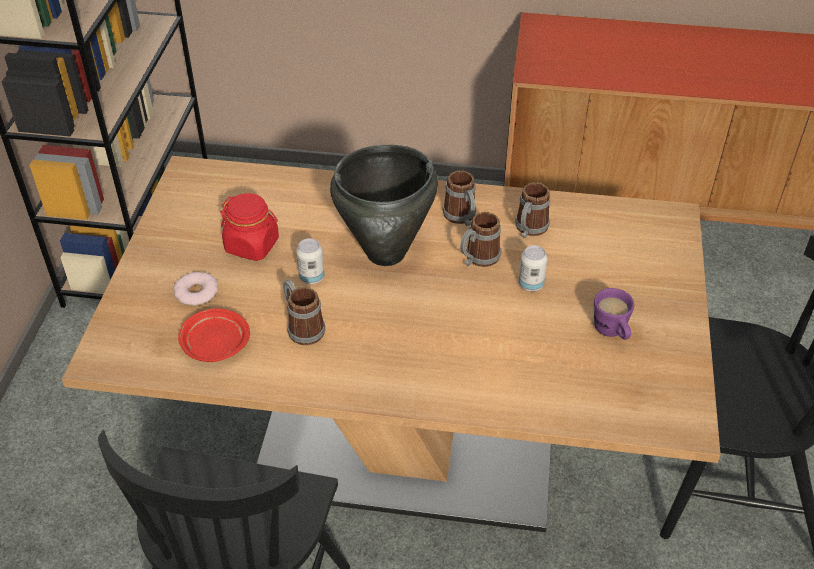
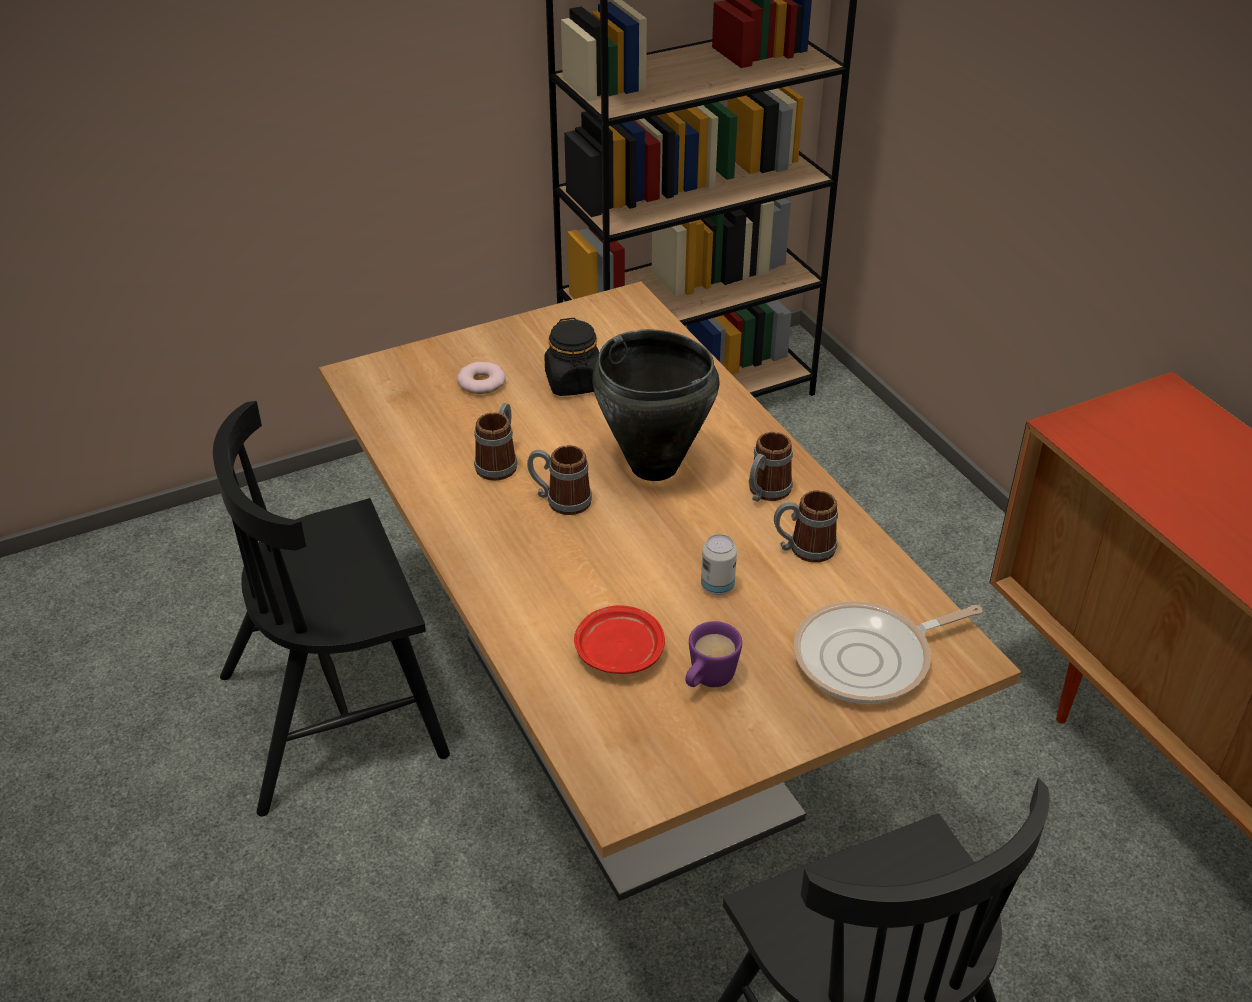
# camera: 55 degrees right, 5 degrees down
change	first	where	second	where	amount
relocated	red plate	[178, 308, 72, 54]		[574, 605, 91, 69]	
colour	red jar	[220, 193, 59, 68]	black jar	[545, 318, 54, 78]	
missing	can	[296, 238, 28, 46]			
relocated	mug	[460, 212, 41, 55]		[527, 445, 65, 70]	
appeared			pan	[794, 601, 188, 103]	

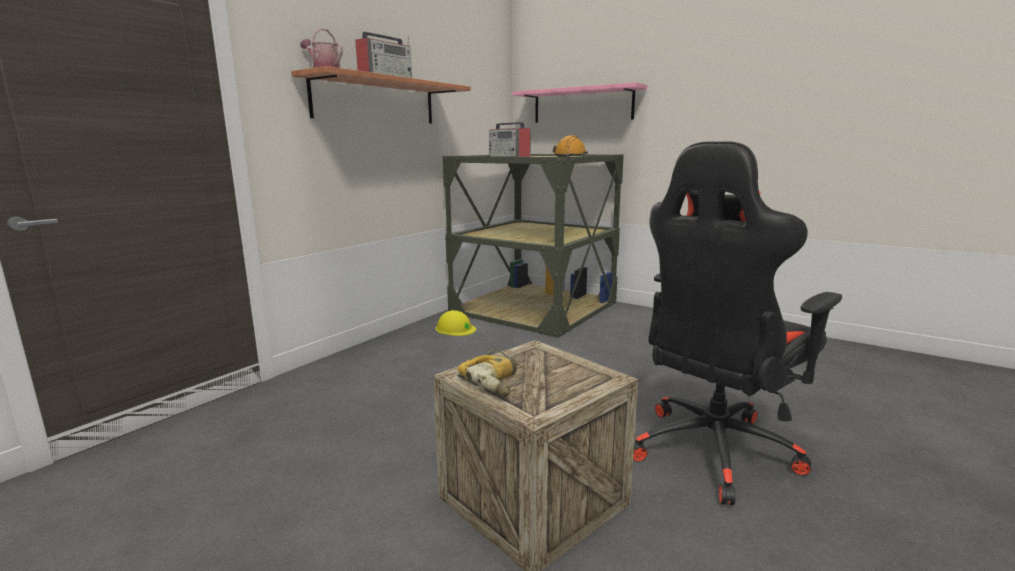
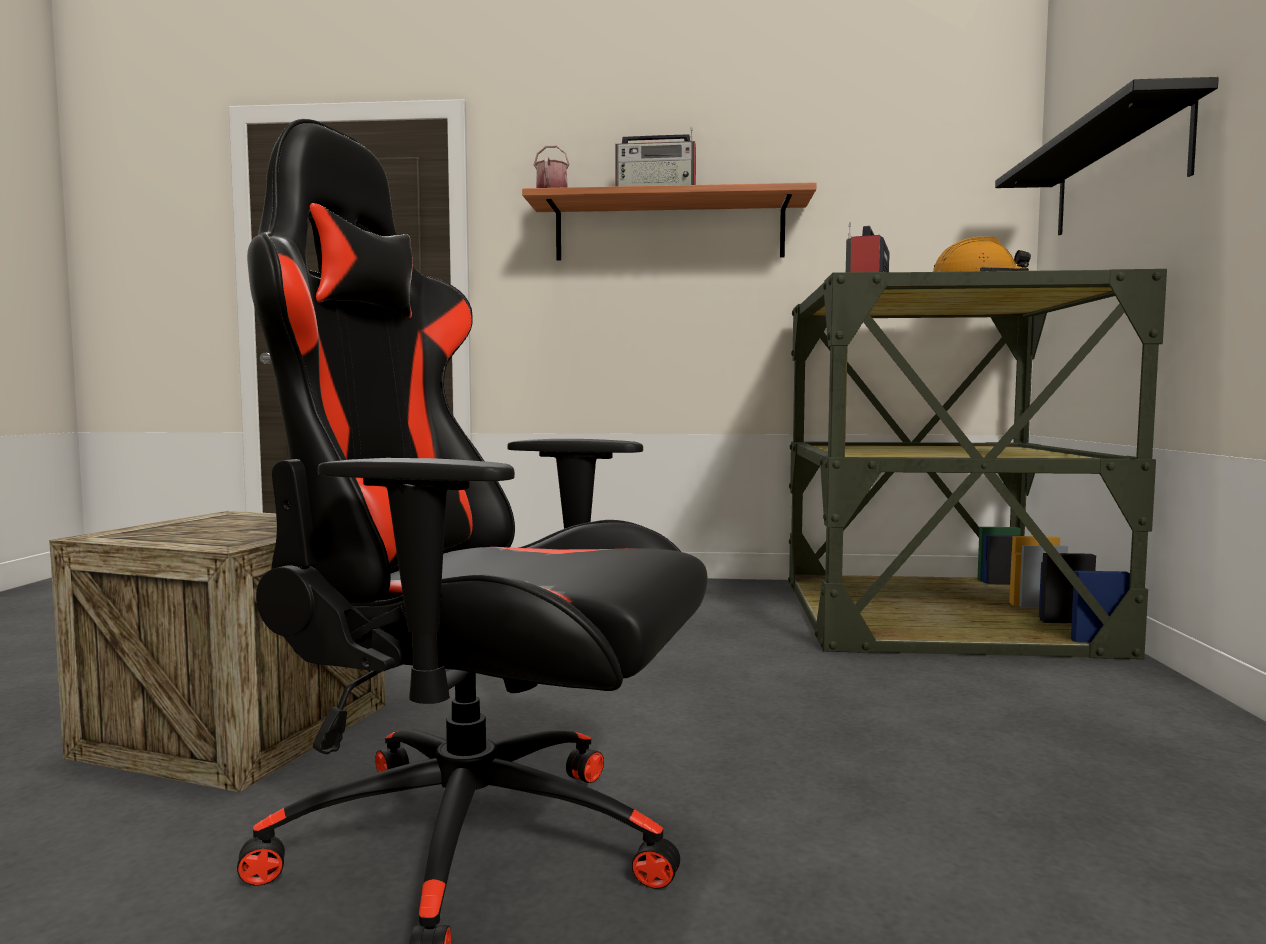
# camera: 60 degrees right, 10 degrees down
change	first	where	second	where	amount
missing	yellow-coloured hard hat	[435, 310, 41, 26]			
missing	electric drill	[457, 348, 74, 49]			
colour	pink shelf	[512, 82, 135, 41]	black shelf	[995, 77, 224, 158]	

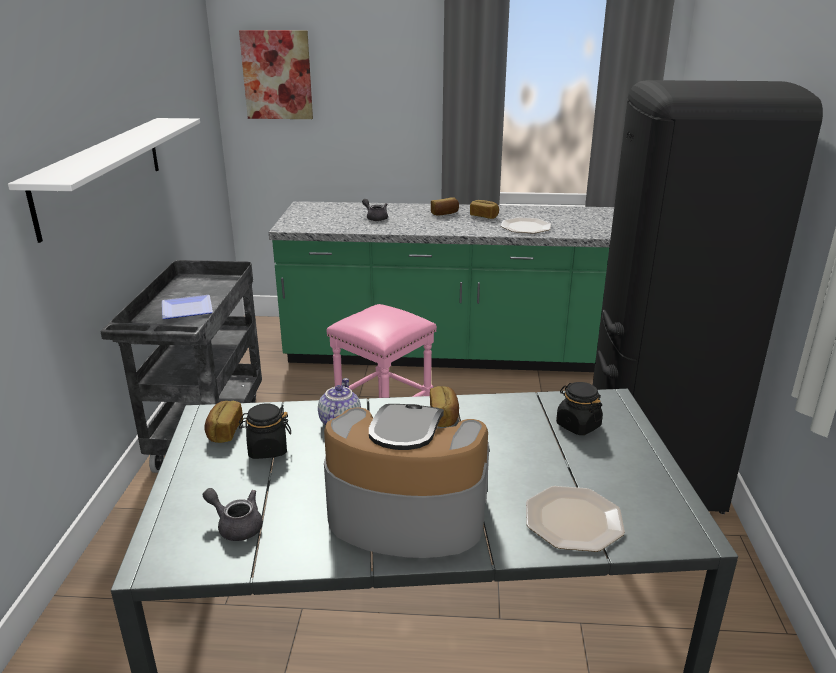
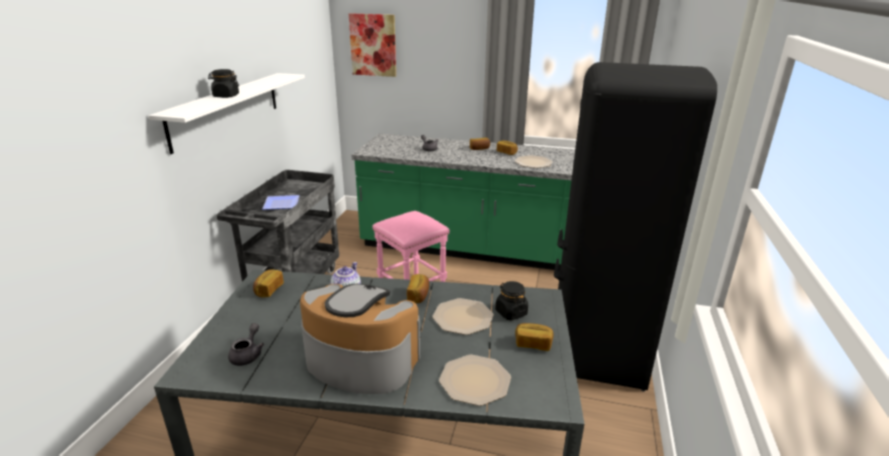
# camera: 10 degrees right, 0 degrees up
change	first	where	second	where	amount
spun	grey pot for tea	[203, 488, 60, 53]		[228, 323, 36, 43]	60 degrees clockwise
relocated	black jar	[239, 403, 52, 56]		[208, 69, 31, 29]	
appeared			plate	[432, 298, 62, 37]	
appeared			baked bread	[515, 323, 39, 28]	

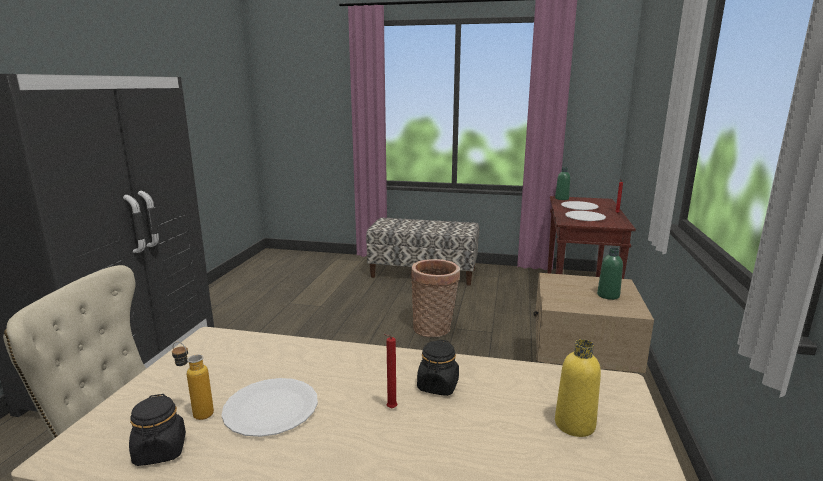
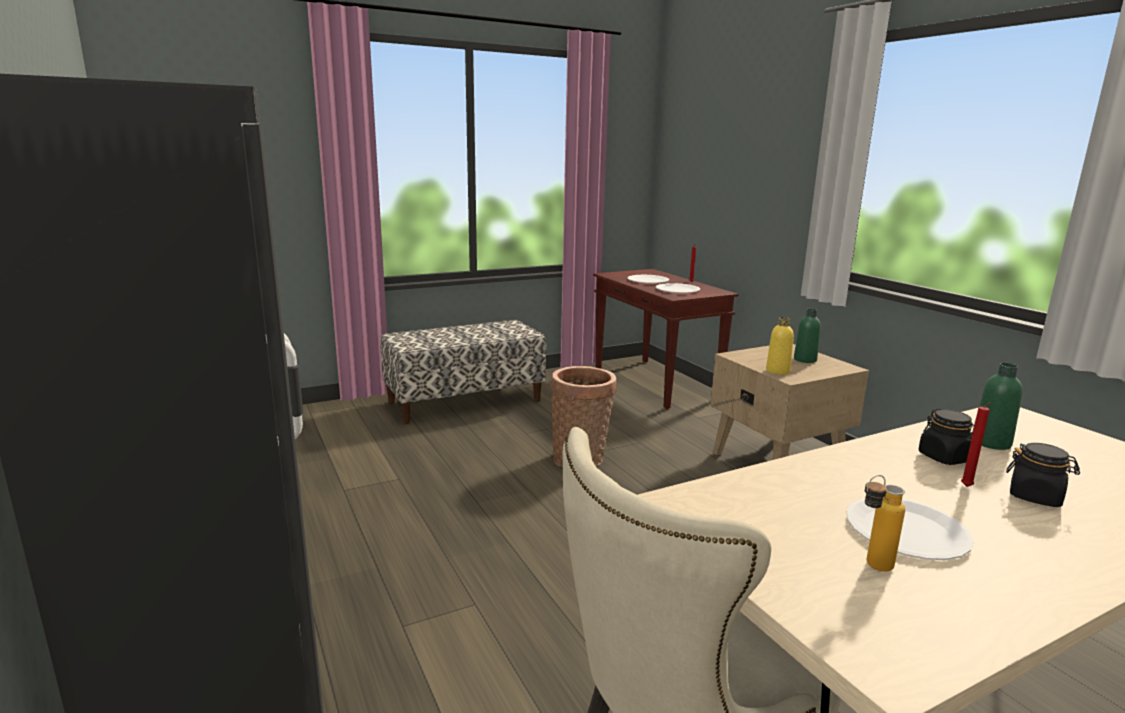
# camera: 40 degrees left, 0 degrees up
change	first	where	second	where	amount
relocated	black jar	[129, 394, 57, 72]		[1006, 443, 74, 64]	
relocated	green drink bottle	[555, 167, 15, 33]		[971, 363, 52, 87]	
relocated	yellow-coloured drink bottle	[555, 339, 46, 98]		[766, 317, 28, 58]	

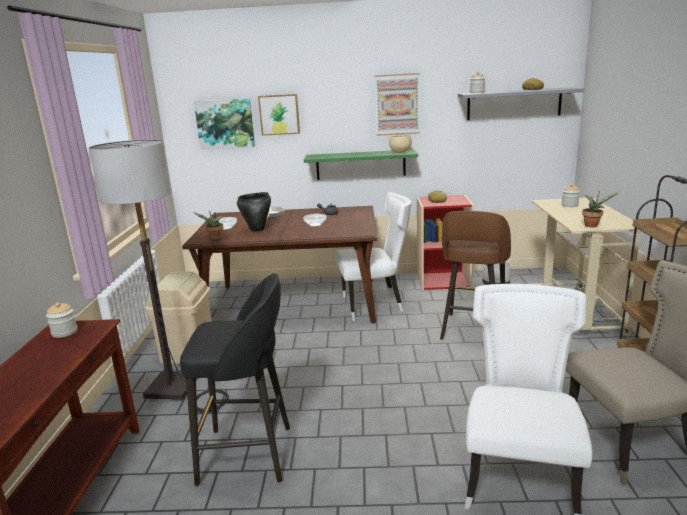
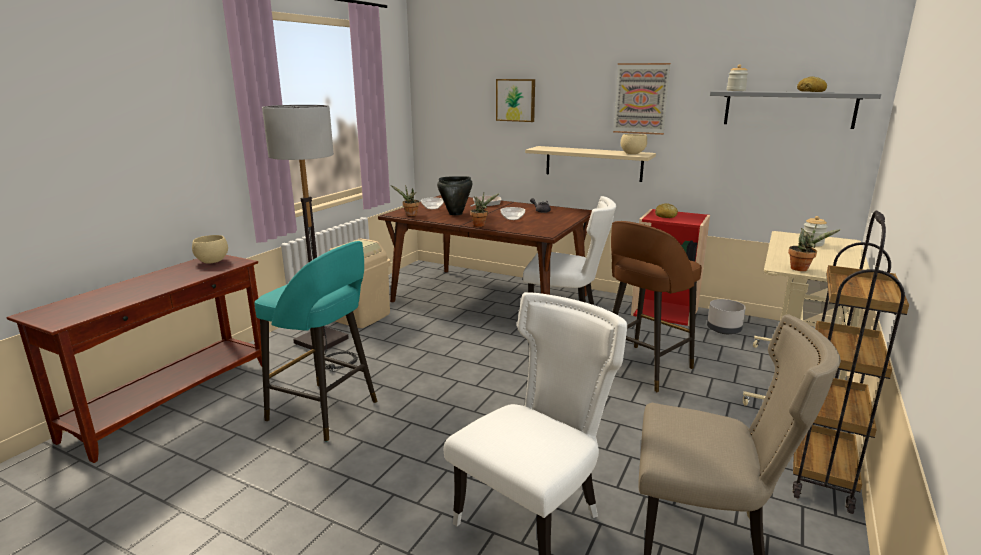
# camera: 25 degrees right, 0 degrees up
change	first	where	second	where	amount
exchanged	jar	[46, 302, 31, 36]	sand-coloured deep dish	[192, 235, 36, 29]	
colour	black stool	[180, 273, 110, 213]	blue-green stool	[255, 241, 122, 201]	
missing	wall art	[194, 98, 61, 52]			
colour	green shelf	[304, 149, 114, 31]	sand-coloured shelf	[525, 146, 131, 36]	
appeared			plant in a pot	[470, 193, 30, 34]	

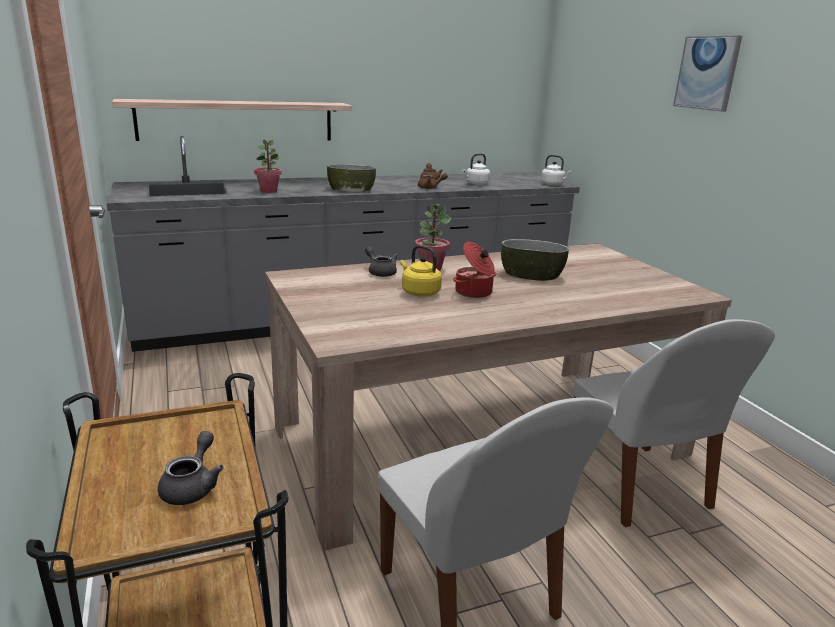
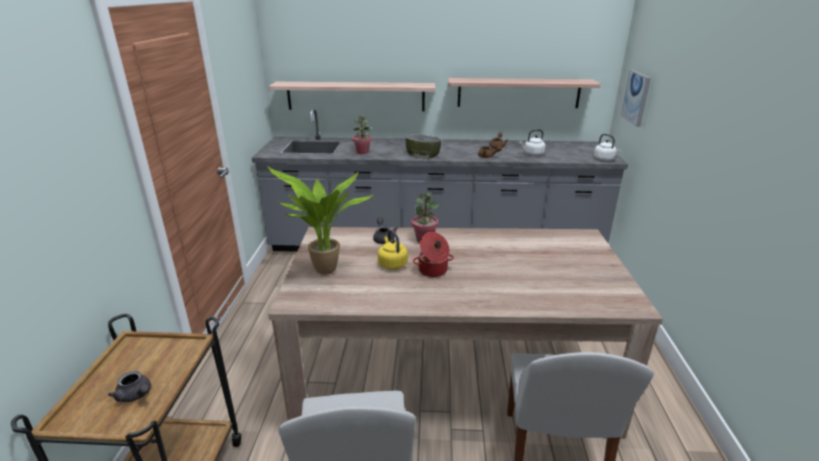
# camera: 25 degrees right, 5 degrees up
change	first	where	second	where	amount
spun	grey pot for tea	[158, 431, 66, 74]		[108, 371, 43, 31]	90 degrees clockwise
missing	deep dish	[501, 239, 68, 42]			
relocated	wall art	[673, 35, 69, 77]		[621, 70, 30, 57]	
appeared			plant in a pot	[267, 166, 107, 109]	
appeared			shelf	[448, 78, 153, 30]	

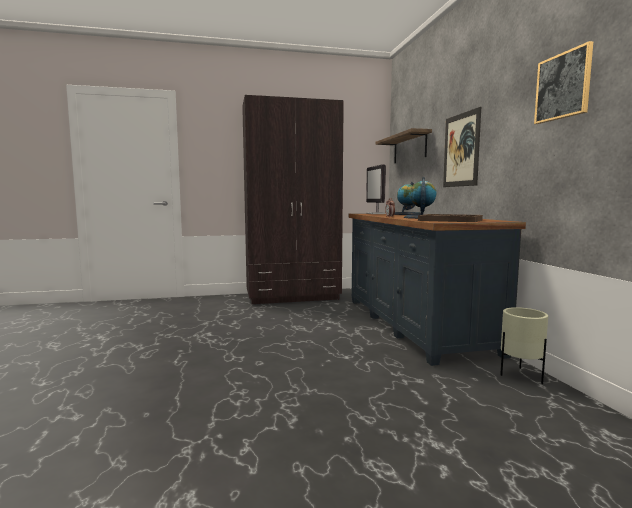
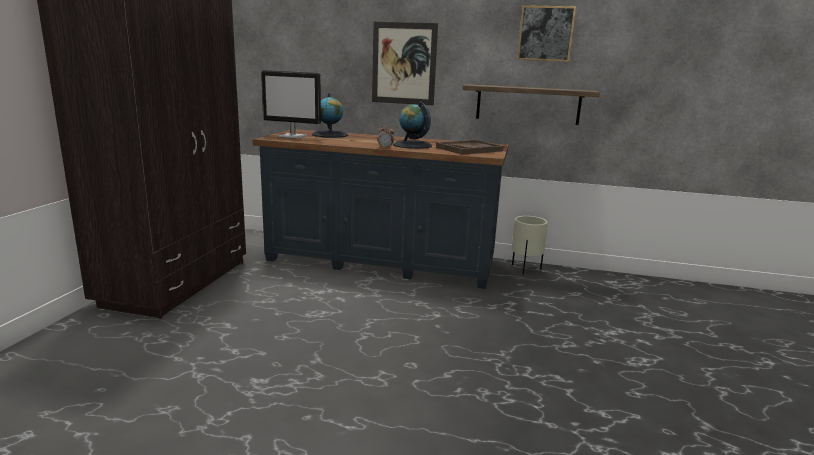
# camera: 65 degrees left, 10 degrees up
change	first	where	second	where	amount
relocated	shelf	[375, 128, 57, 35]		[463, 84, 137, 41]	

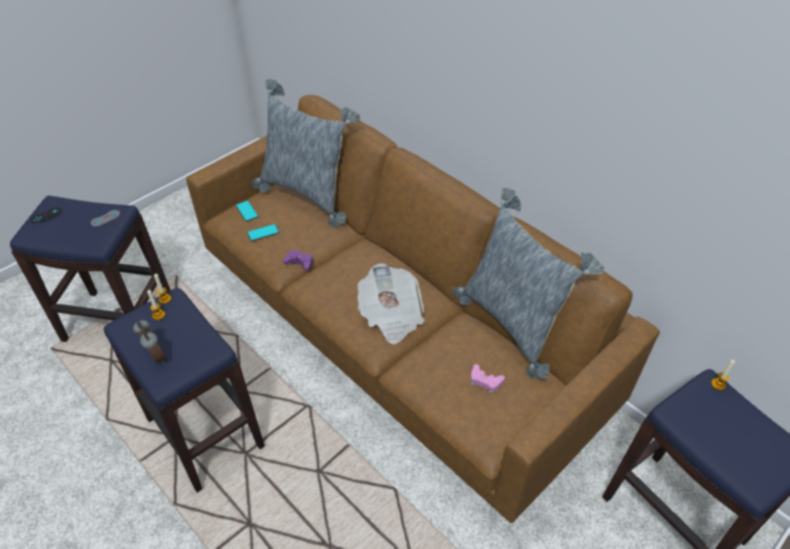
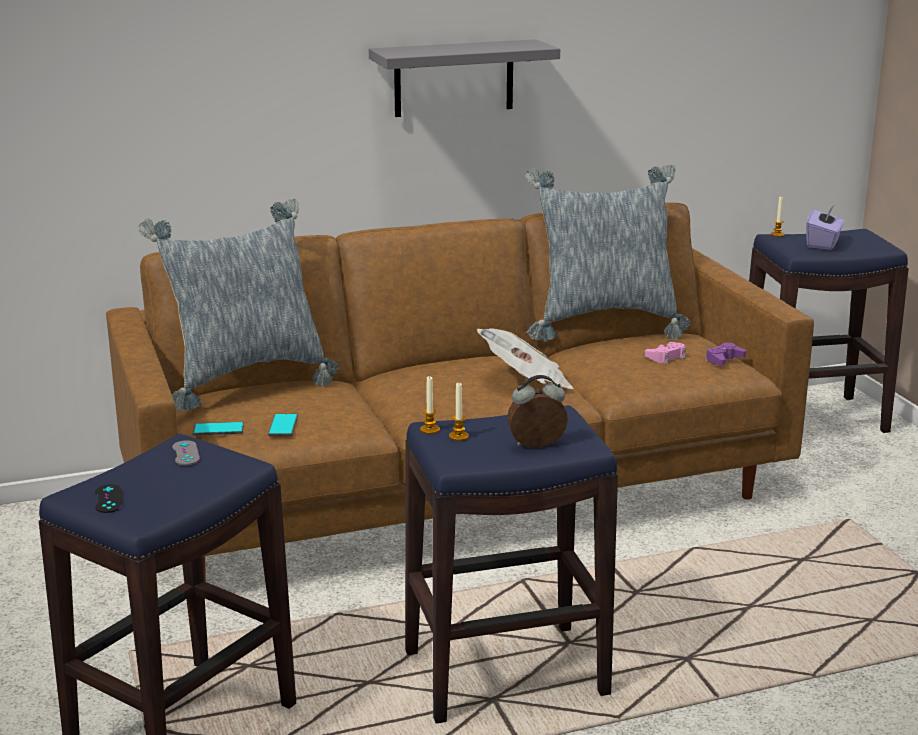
# camera: 65 degrees left, 25 degrees down
change	first	where	second	where	amount
relocated	purple game controller	[283, 250, 30, 21]		[706, 343, 40, 23]	
appeared			grey shelf	[369, 39, 191, 78]	
appeared			purple tissue holder	[806, 204, 38, 46]	

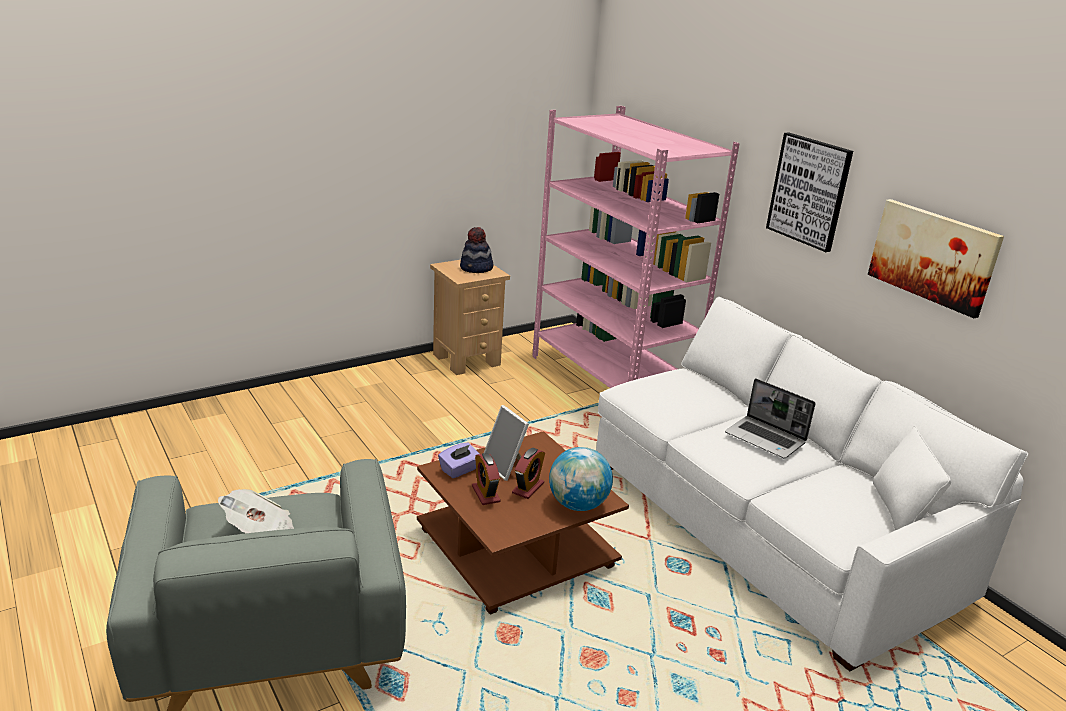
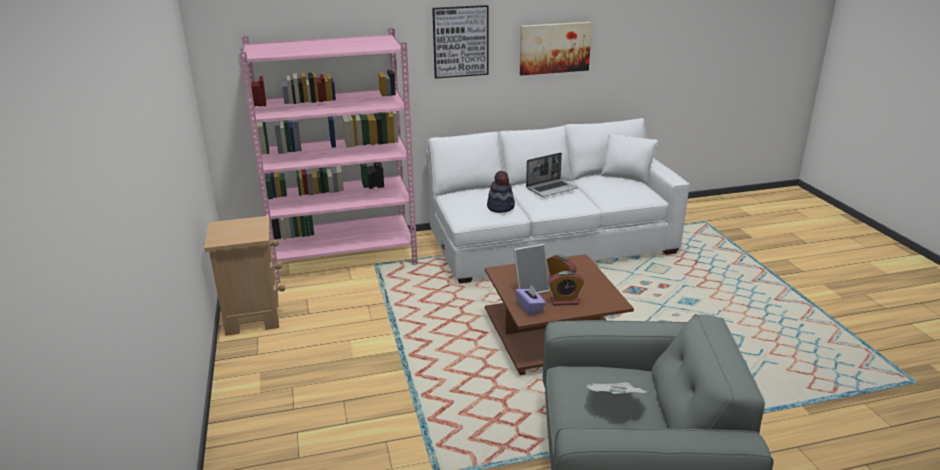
# camera: 70 degrees left, 0 degrees up
change	first	where	second	where	amount
relocated	wearable hat	[460, 227, 33, 46]		[487, 171, 28, 42]	
missing	globe	[549, 447, 64, 64]			

